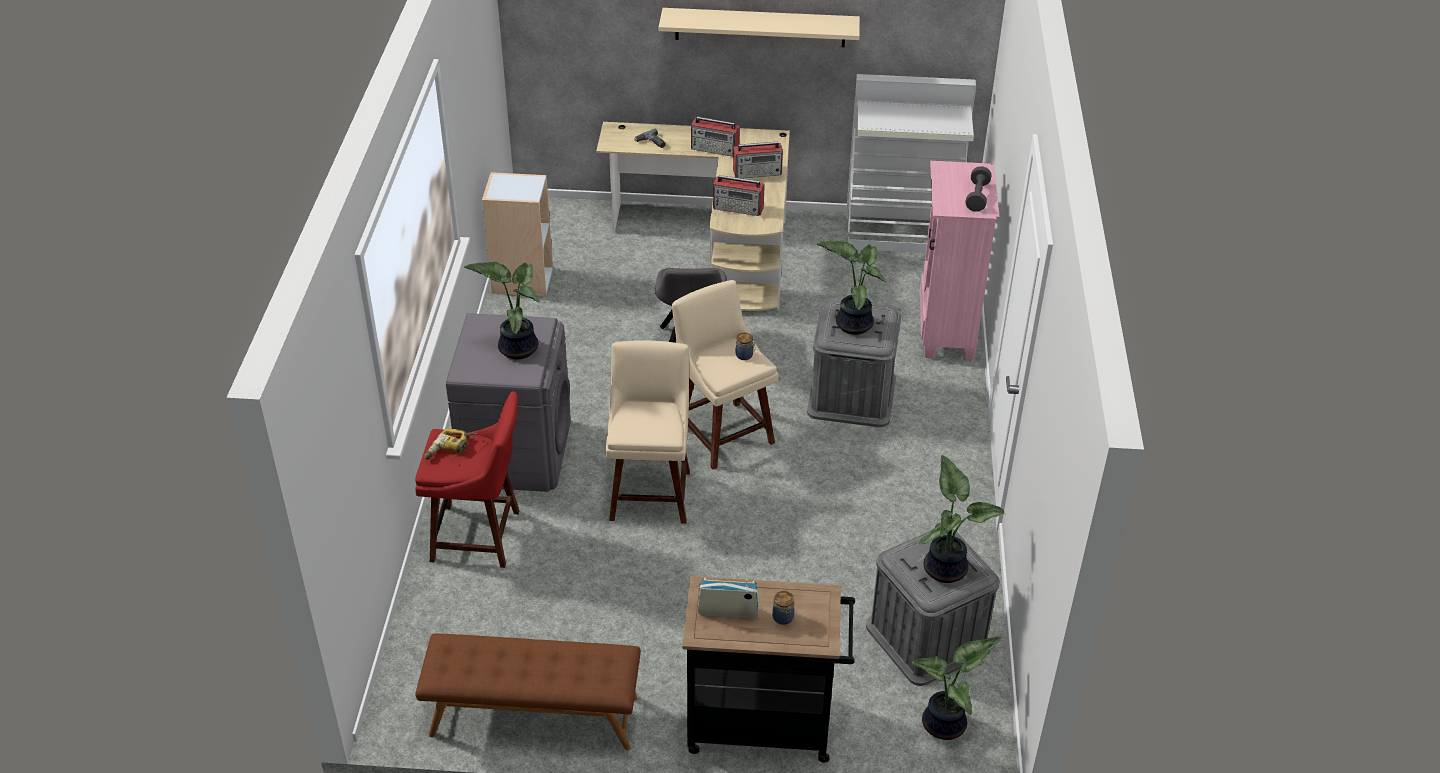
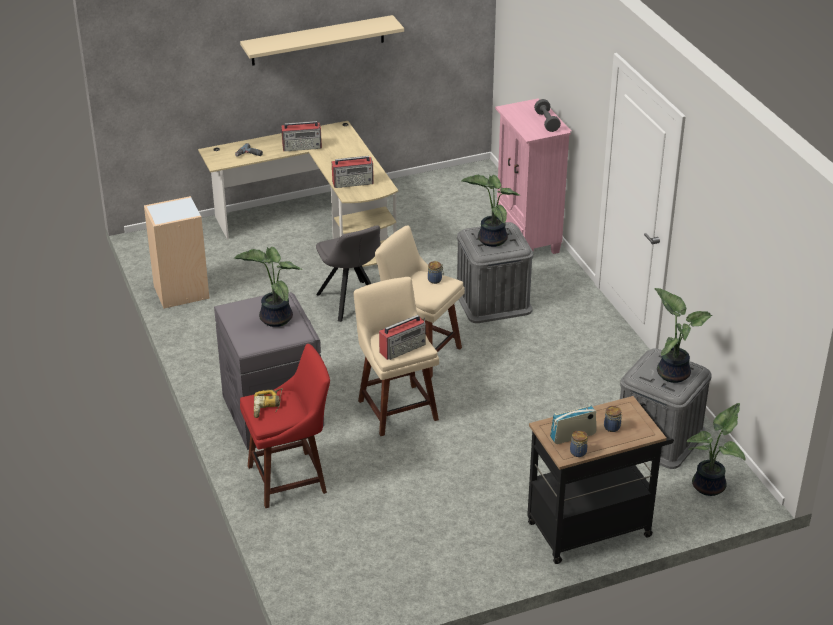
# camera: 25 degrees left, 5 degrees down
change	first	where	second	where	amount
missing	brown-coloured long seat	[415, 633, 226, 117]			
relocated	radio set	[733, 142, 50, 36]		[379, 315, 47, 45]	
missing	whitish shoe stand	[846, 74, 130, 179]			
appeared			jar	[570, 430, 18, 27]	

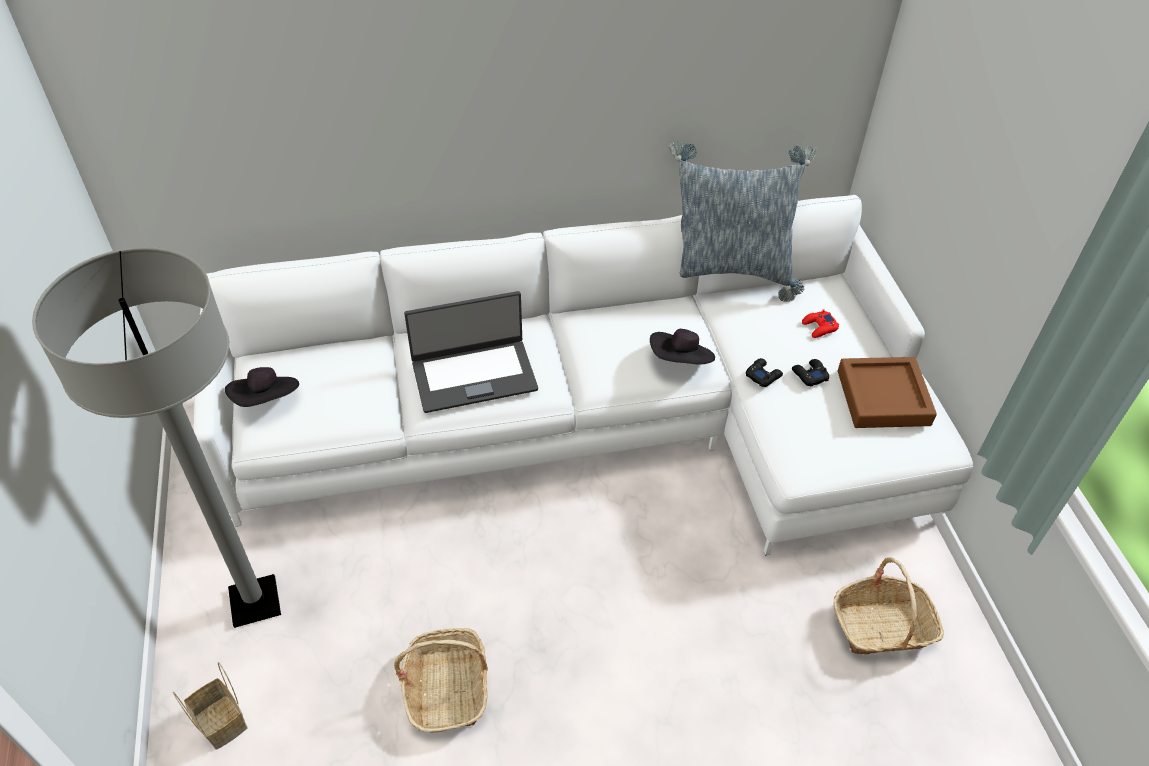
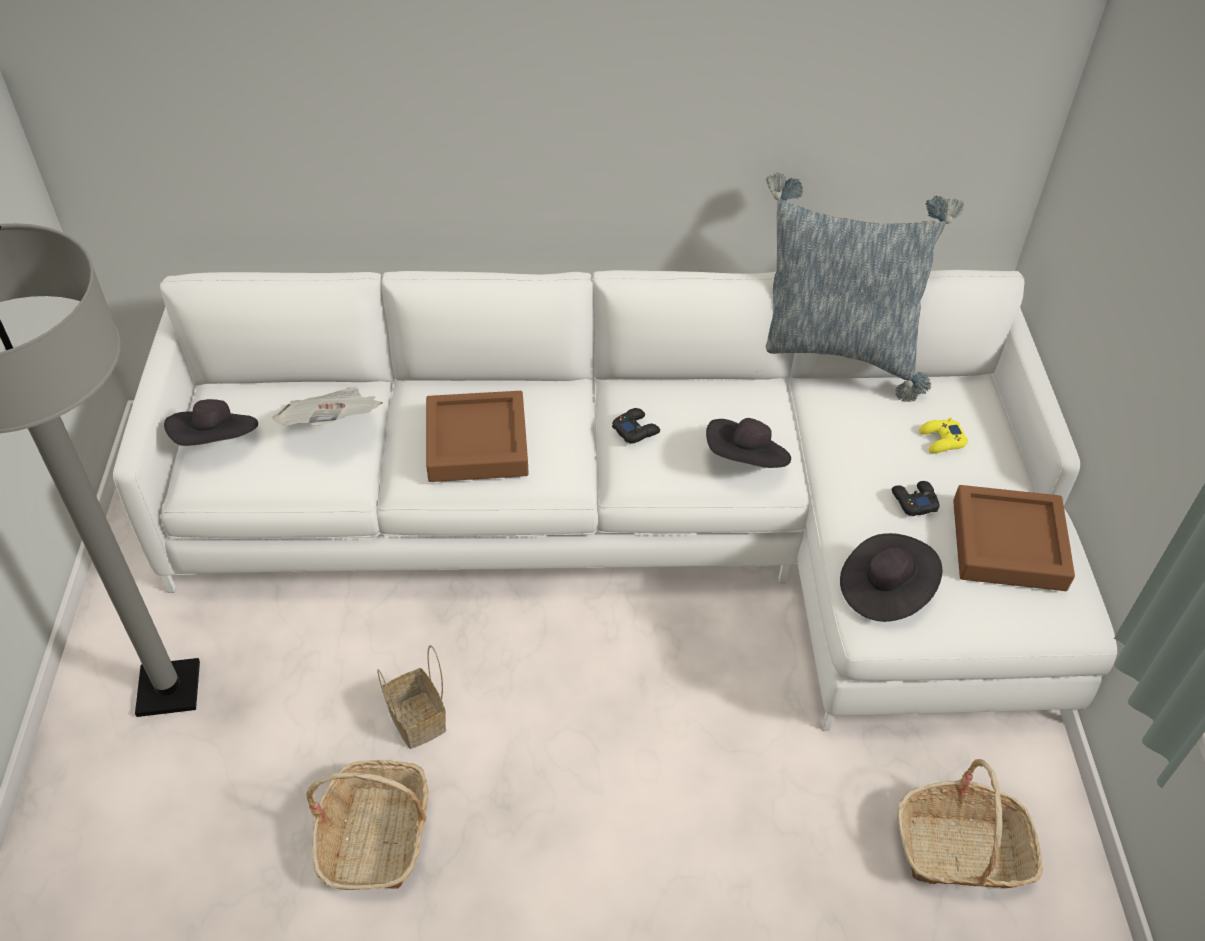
# camera: 10 degrees right, 0 degrees up
change	first	where	second	where	amount
relocated	storage basket	[173, 662, 75, 88]		[377, 645, 69, 104]	
exchanged	laptop	[404, 291, 134, 122]	brown-coloured carrying tray	[426, 391, 103, 91]	
relocated	black game controller	[746, 358, 37, 29]		[612, 408, 48, 36]	
colour	red game controller	[802, 309, 37, 29]	yellow-coloured game controller	[919, 417, 49, 37]	
appeared			daily paper	[272, 387, 111, 39]	
appeared			black wearable hat	[840, 533, 102, 89]	

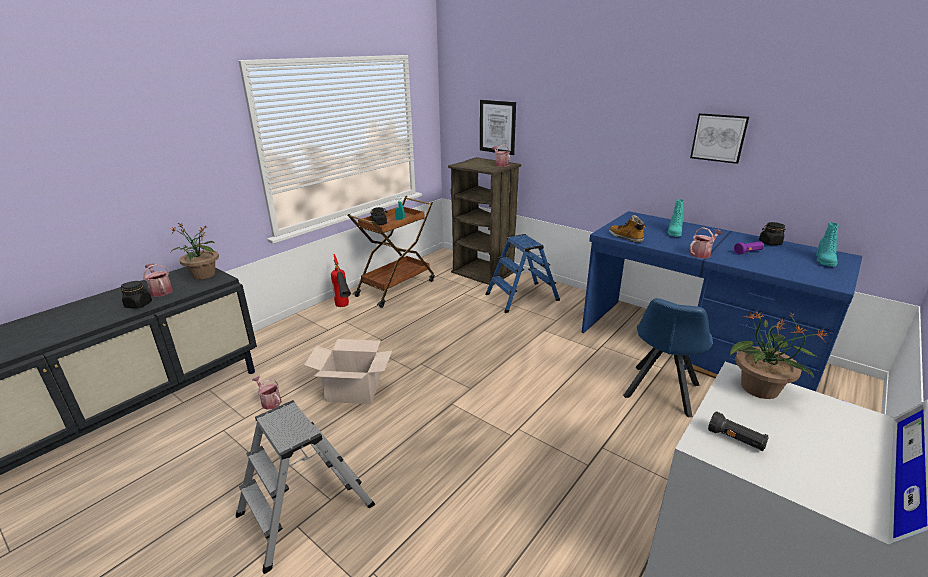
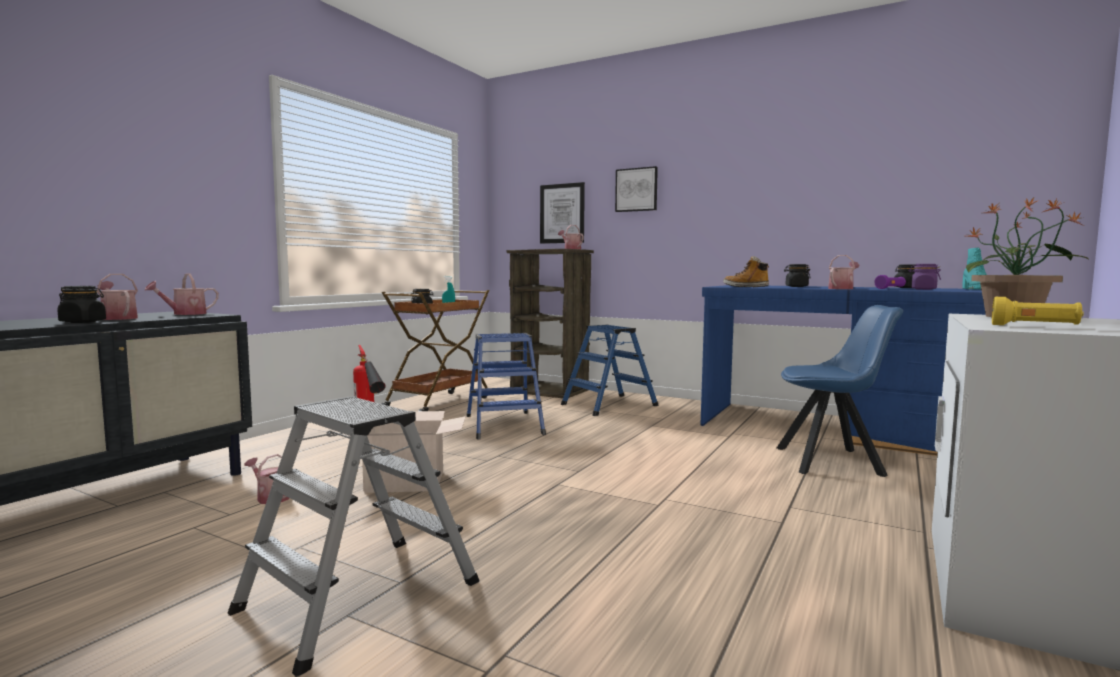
# camera: 10 degrees left, 20 degrees down
change	first	where	second	where	amount
exchanged	plant in a pot	[171, 223, 48, 56]	sprinkling can	[145, 274, 74, 41]	
spun	blue plain chair	[623, 298, 90, 120]		[777, 305, 126, 172]	105 degrees counterclockwise
exchanged	blue-green tall boot	[667, 199, 17, 38]	black jar	[784, 264, 27, 23]	
relocated	wall art	[690, 113, 59, 51]		[615, 166, 43, 46]	
colour	black flashlight	[708, 411, 61, 40]	yellow-coloured flashlight	[992, 297, 91, 28]	
appeared			blue stepladder	[467, 333, 79, 106]	
appeared			purple jar	[909, 264, 32, 26]	

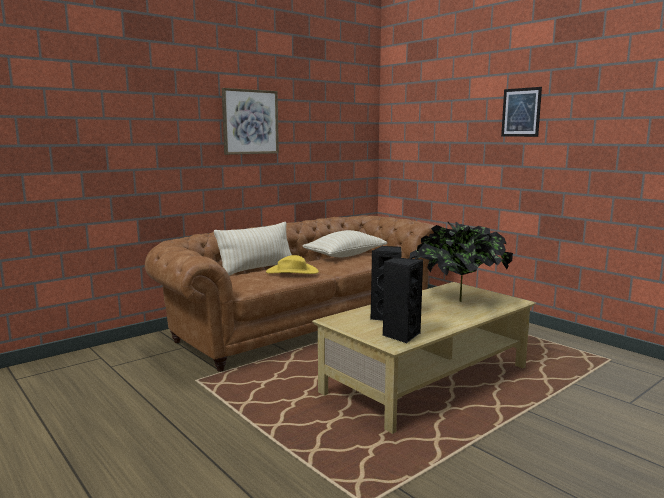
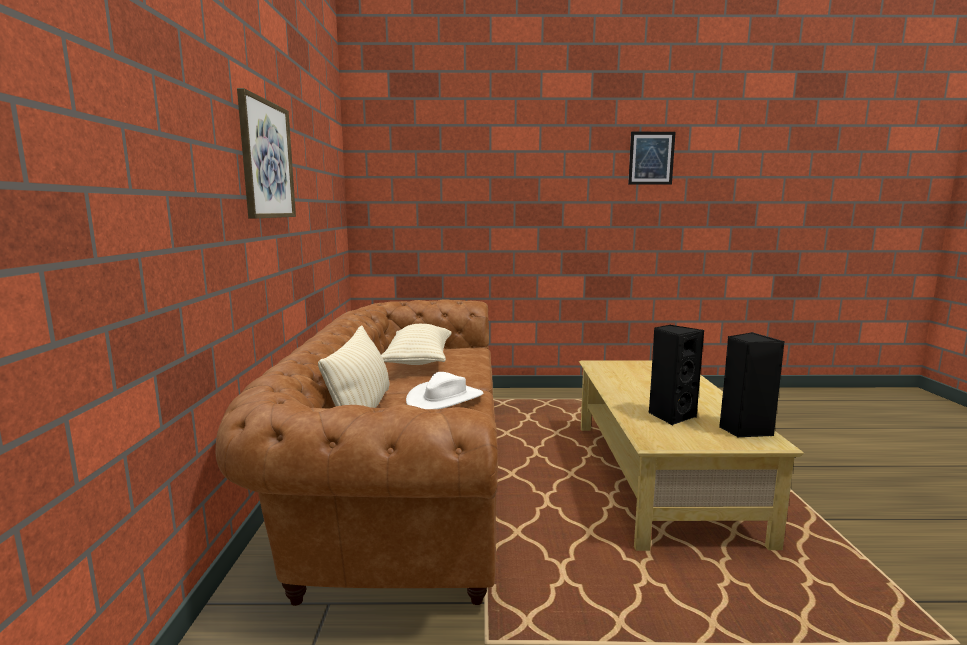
# camera: 50 degrees left, 0 degrees up
change	first	where	second	where	amount
colour	yellow-coloured wearable hat	[266, 255, 53, 19]	whitish wearable hat	[406, 372, 77, 37]	
missing	plant in a pot	[410, 222, 103, 80]			
relocated	wall art	[501, 87, 41, 50]		[628, 132, 47, 53]	

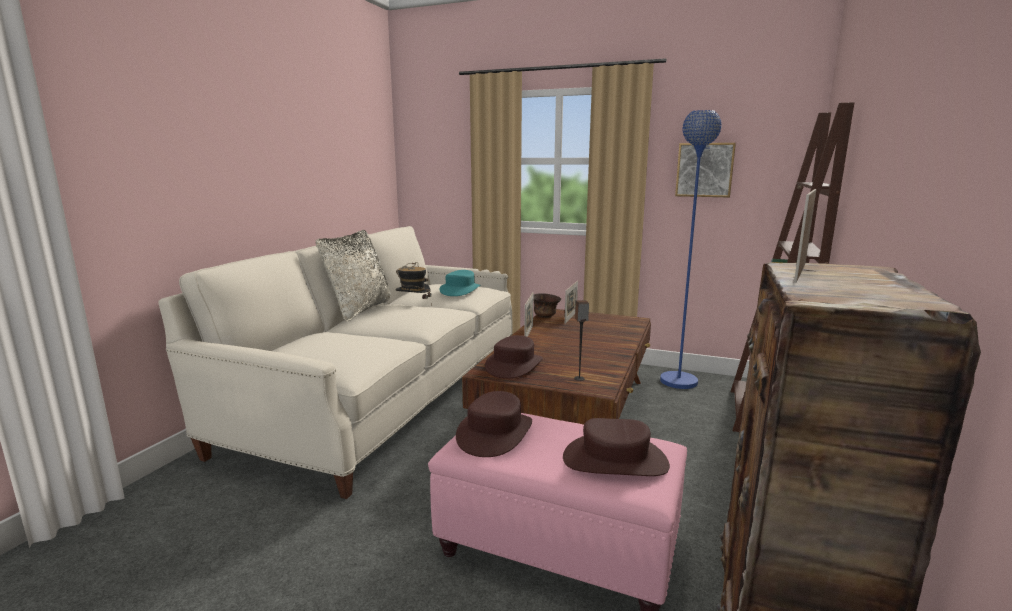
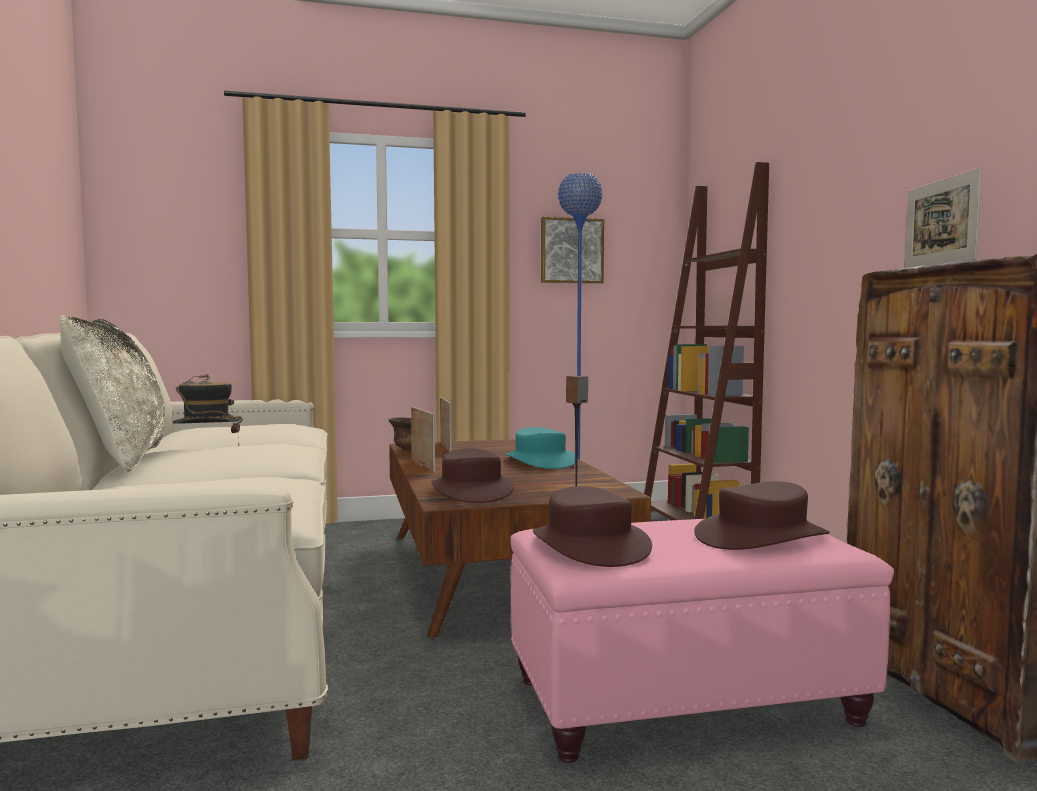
# camera: 35 degrees left, 10 degrees down
change	first	where	second	where	amount
relocated	blue-green wearable hat	[439, 270, 42, 26]		[505, 427, 70, 42]	

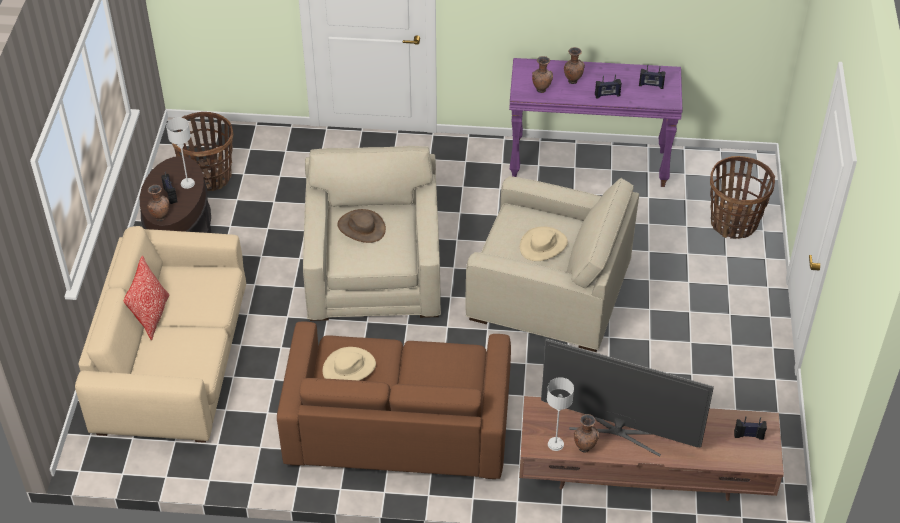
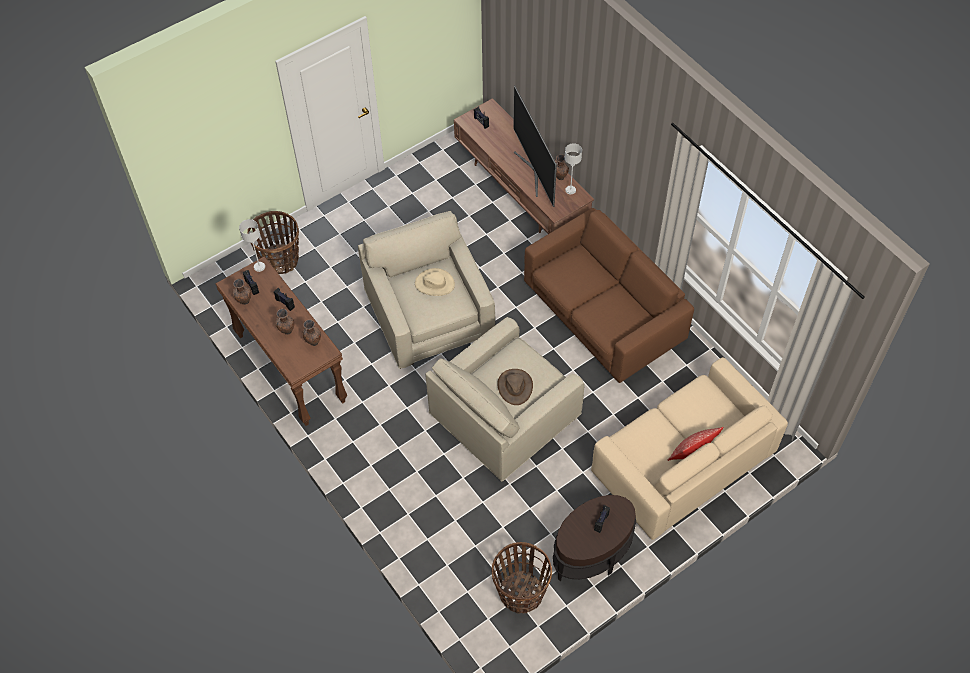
# camera: 130 degrees left, 10 degrees up
change	first	where	second	where	amount
relocated	brown-coloured decorative vase	[147, 185, 22, 36]		[233, 279, 18, 26]	
relocated	grey table lamp	[166, 118, 29, 71]		[239, 219, 26, 53]	
missing	sand-coloured wearable hat	[323, 347, 53, 34]			
colour	purple hall table	[509, 58, 174, 129]	brown-coloured hall table	[215, 256, 132, 170]	

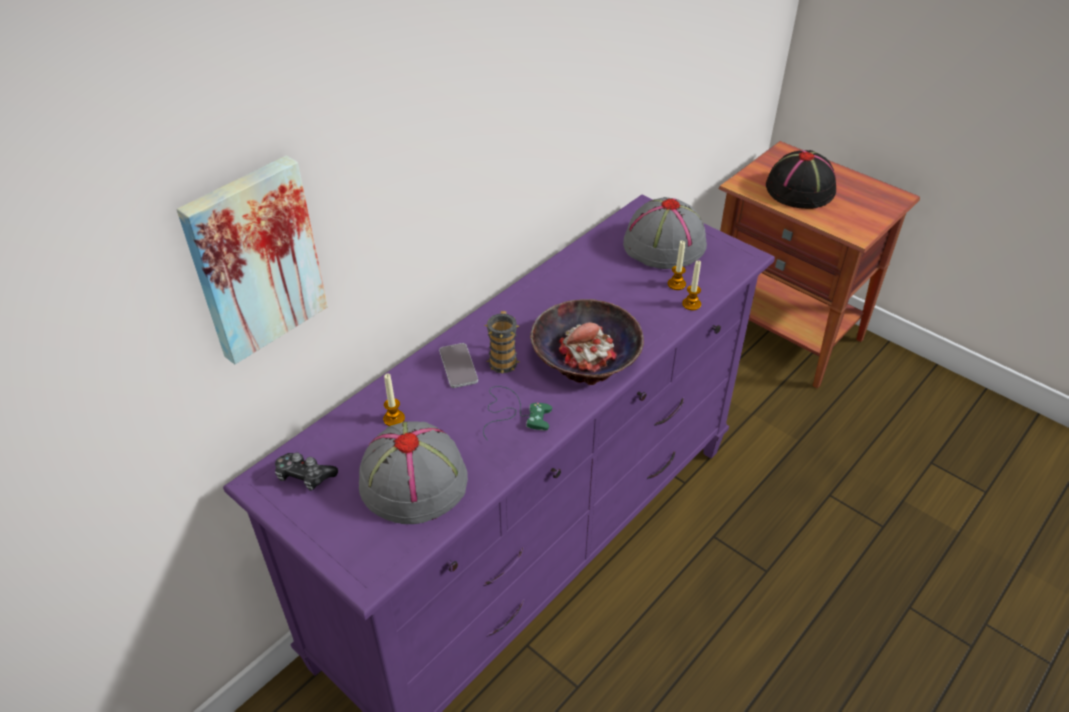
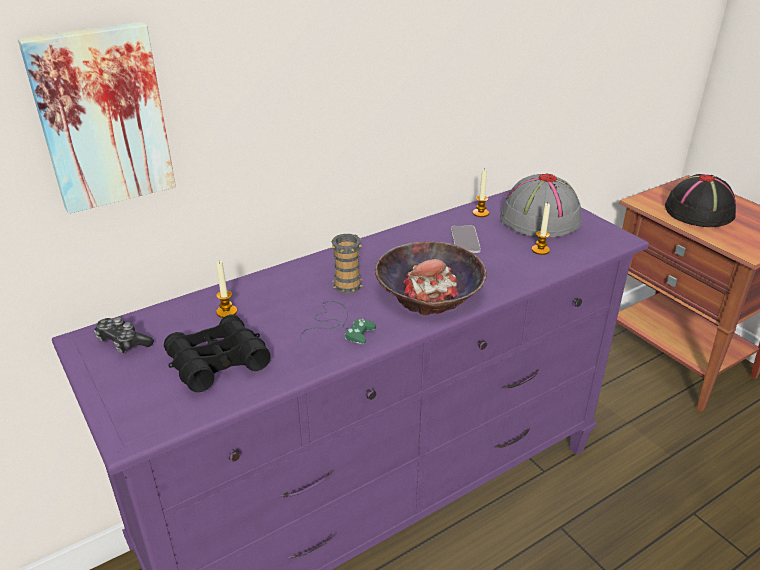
# camera: 15 degrees right, 10 degrees down
change	first	where	second	where	amount
exchanged	grey wearable hat	[359, 421, 109, 103]	black binoculars	[164, 314, 107, 78]	
relocated	phone	[439, 343, 39, 45]		[451, 226, 30, 27]	
relocated	wax light	[682, 260, 19, 50]		[473, 169, 16, 48]	

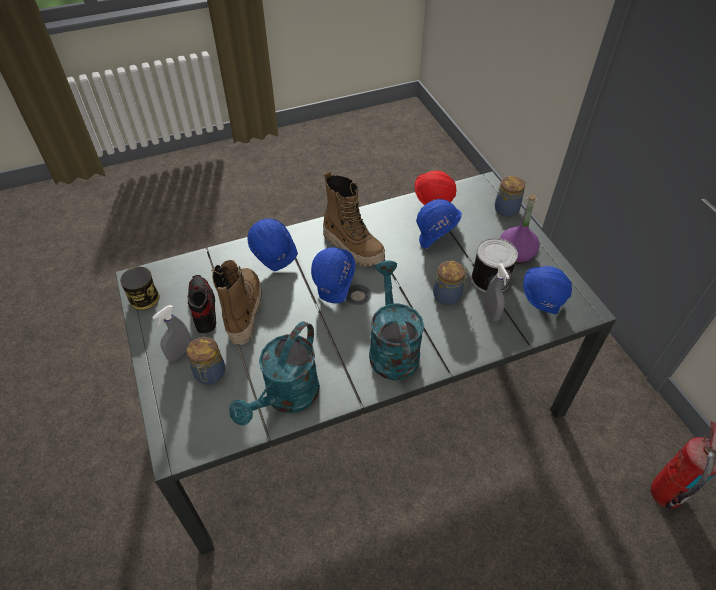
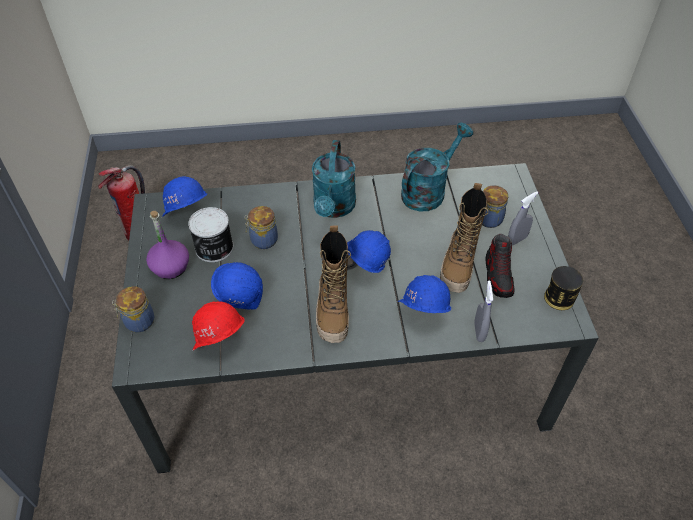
# camera: 165 degrees left, 0 degrees up
change	first	where	second	where	amount
spun	tall boot	[323, 170, 62, 96]		[316, 225, 35, 118]	150 degrees counterclockwise
relocated	grey sprayer	[484, 263, 26, 59]		[474, 280, 19, 62]	

